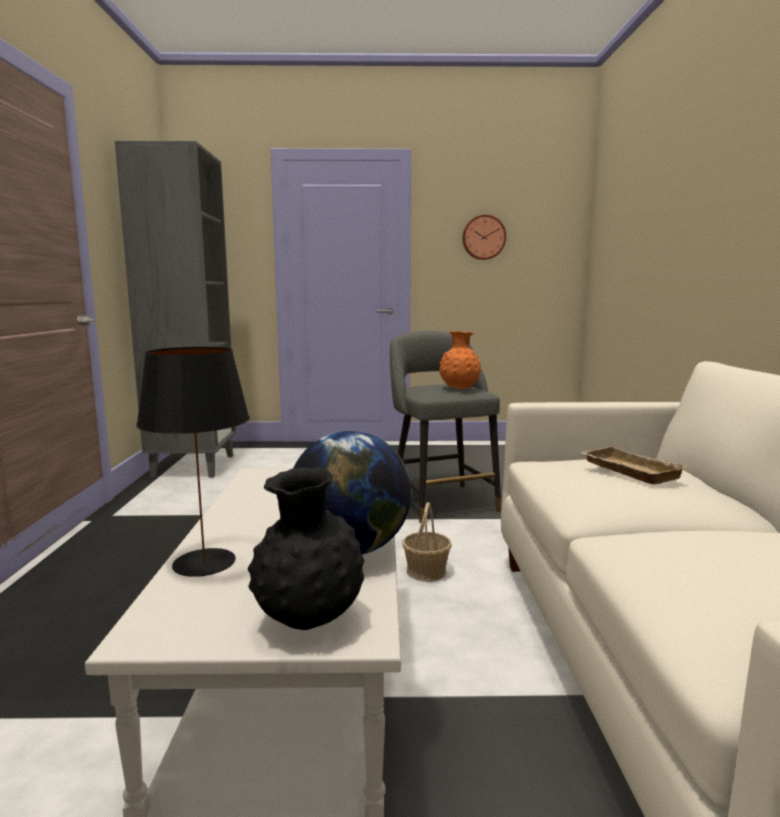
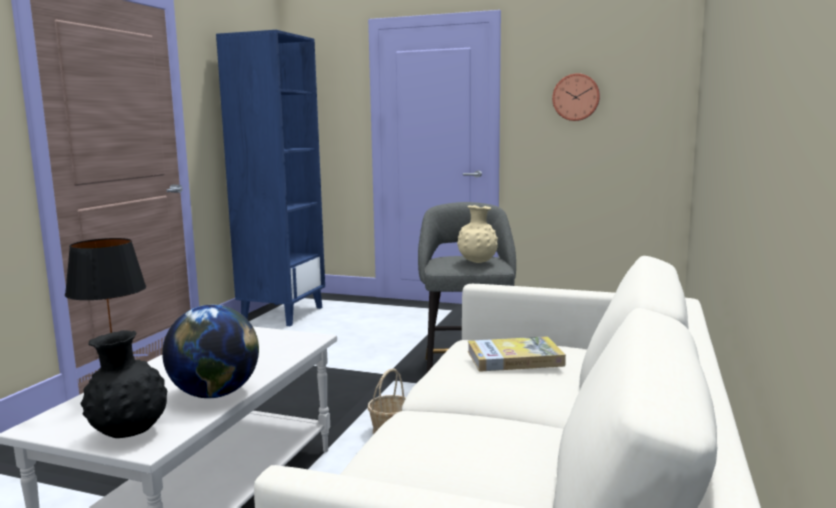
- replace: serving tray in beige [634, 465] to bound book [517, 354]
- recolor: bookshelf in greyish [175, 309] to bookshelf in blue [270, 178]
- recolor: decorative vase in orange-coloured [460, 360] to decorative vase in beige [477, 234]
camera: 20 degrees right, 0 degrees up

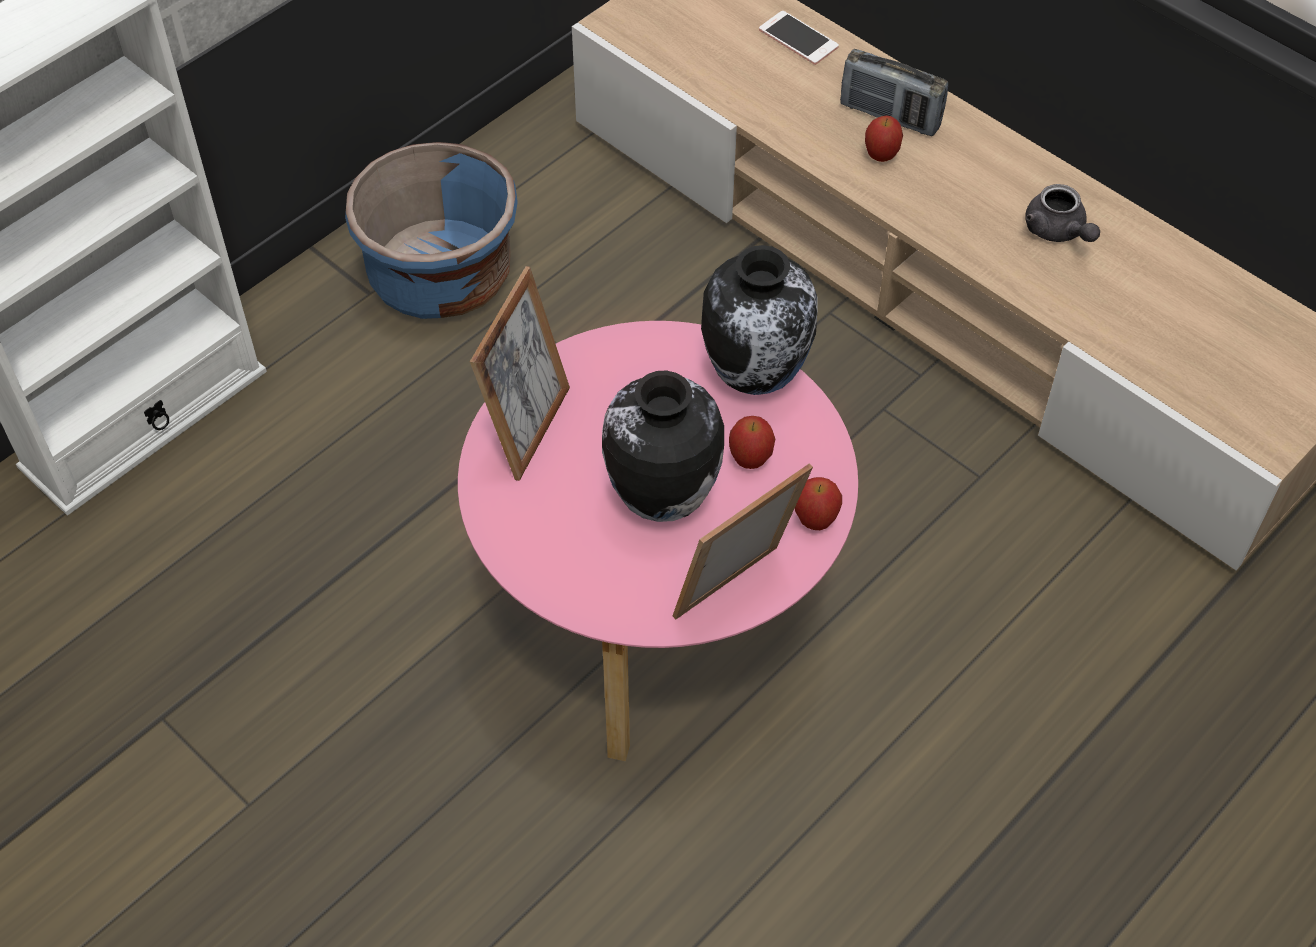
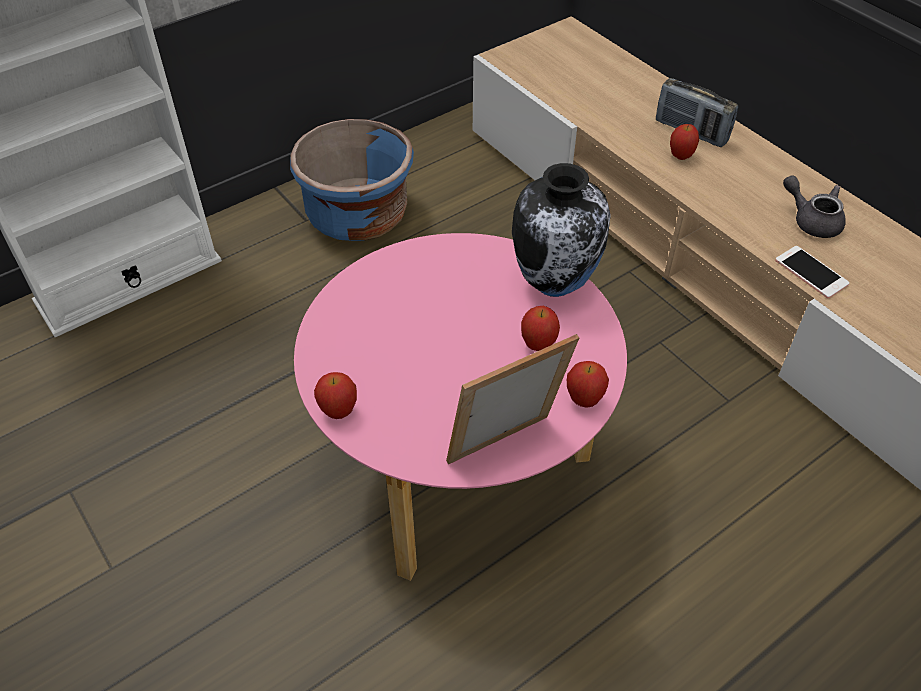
- delete: picture frame [520, 373]
- delete: decorative vase [663, 446]
- insert: apple [335, 395]
- move: telephone [799, 38] to [812, 272]
- rotate: tea pot in greyish [1062, 213] = [814, 206] 150 degrees clockwise
camera: 10 degrees right, 5 degrees down

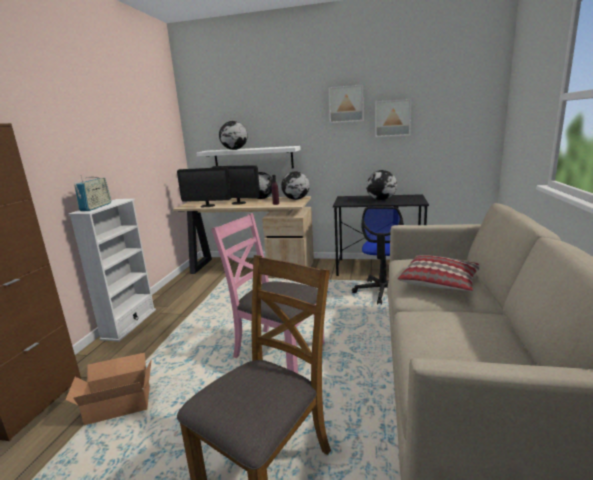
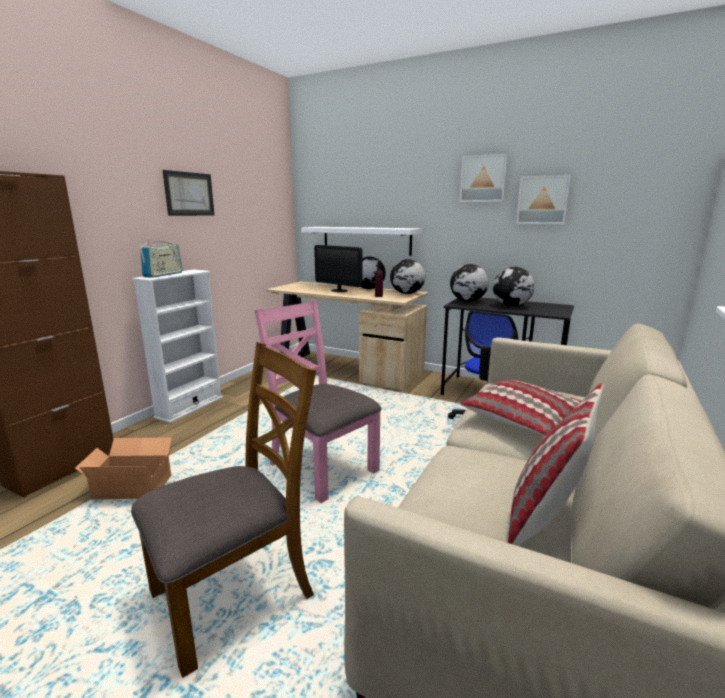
- delete: monitor [204, 187]
- insert: wall art [188, 193]
- insert: pillow [556, 464]
- move: desk globe [233, 135] to [469, 283]
camera: 15 degrees right, 0 degrees up

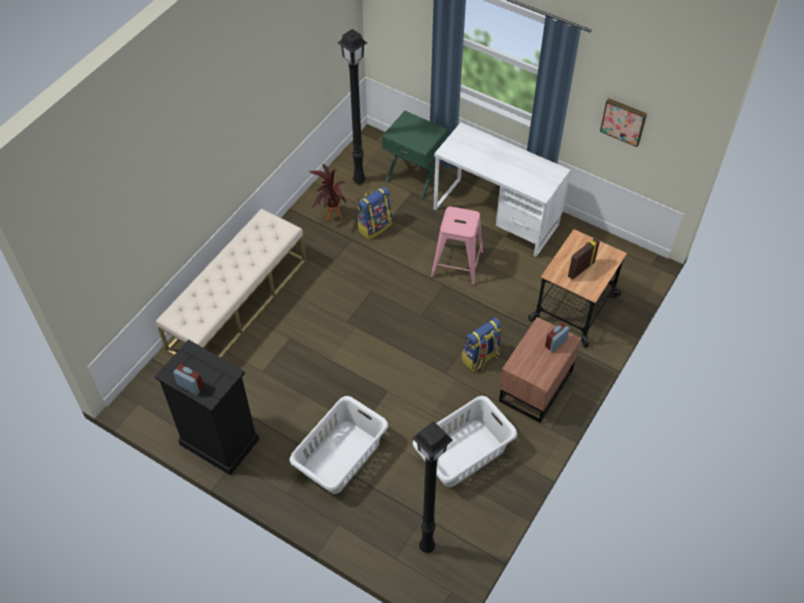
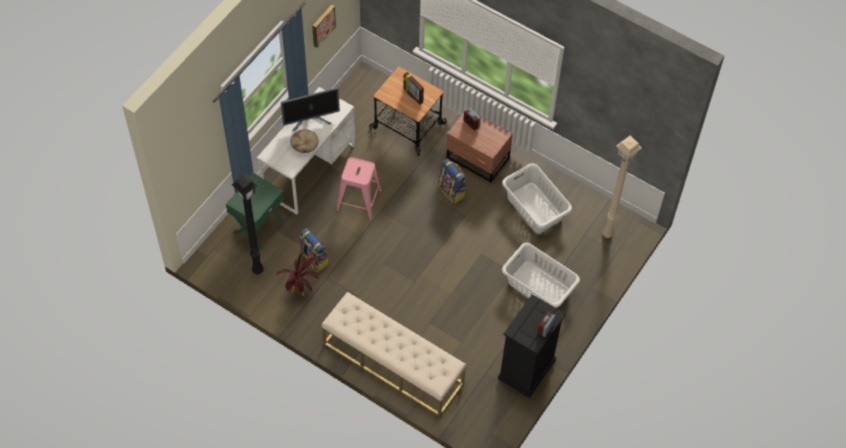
- insert: monitor [310, 109]
- insert: bowl in beige [304, 141]
- recolor: standing lamp in black [432, 487] to standing lamp in beige [621, 187]
camera: 90 degrees left, 5 degrees up

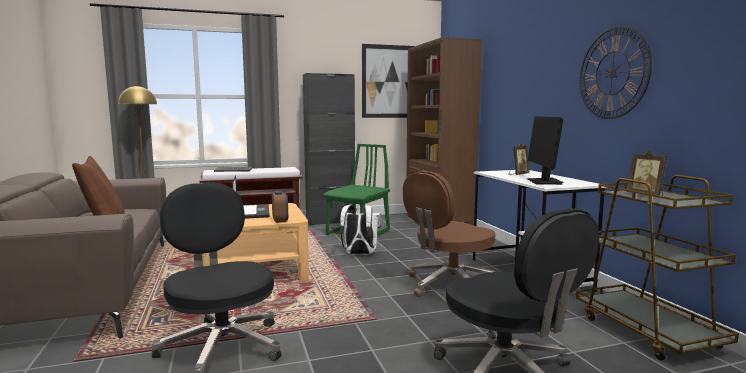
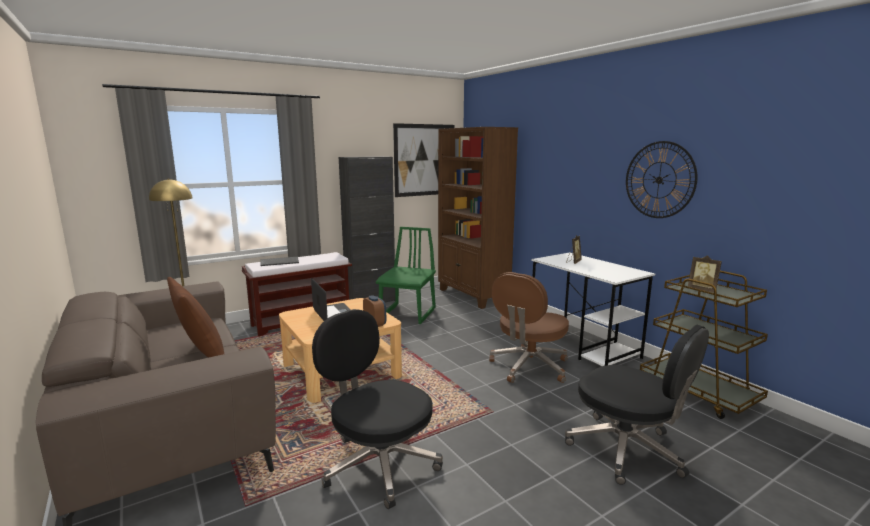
- delete: knapsack in white-coloured [360, 229]
- delete: monitor [545, 150]
camera: 15 degrees left, 5 degrees up

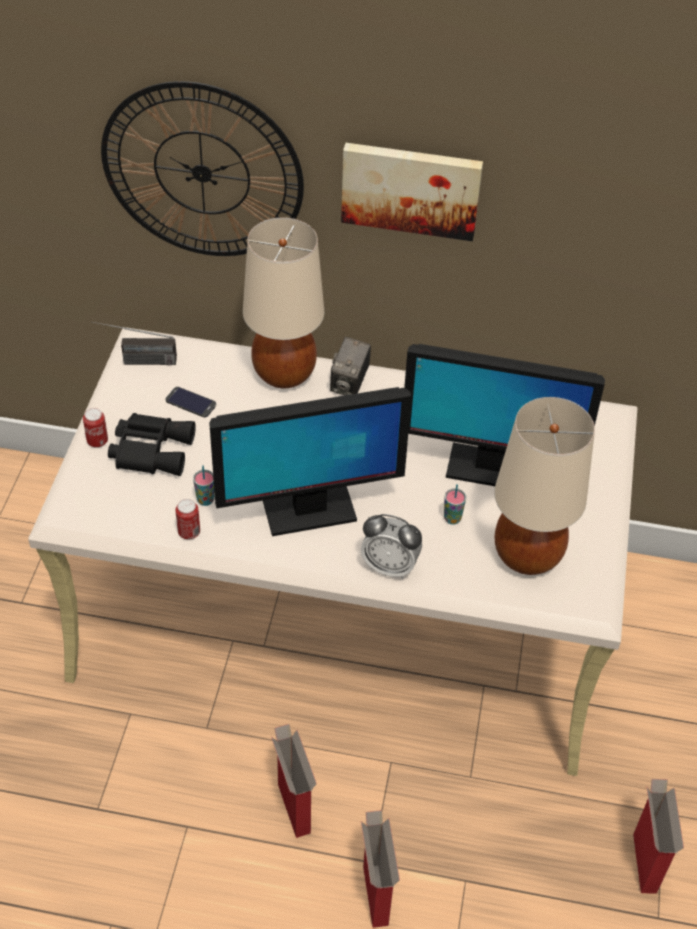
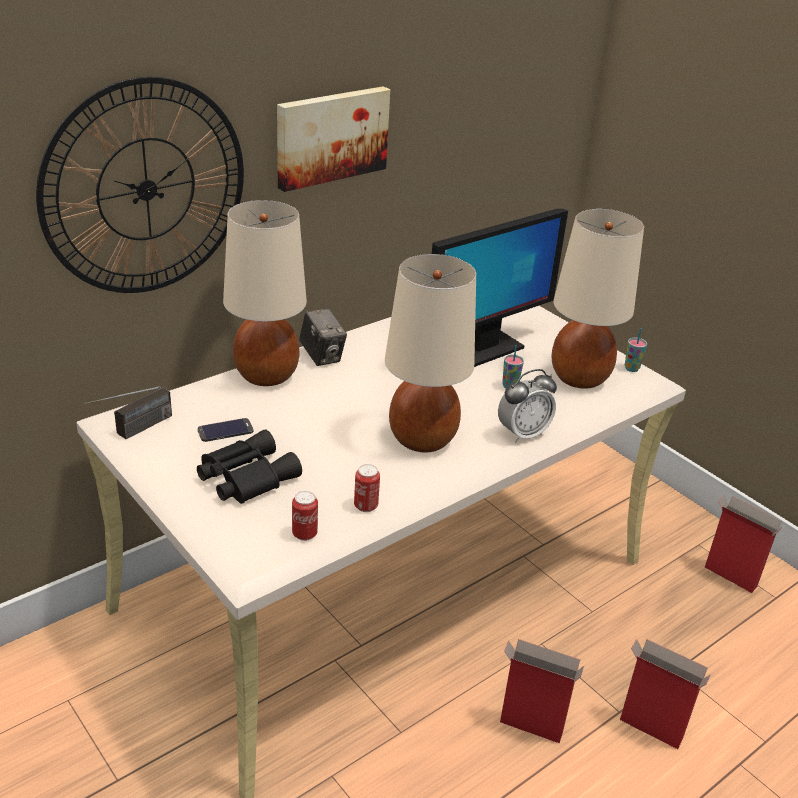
- move: can [95, 428] to [305, 516]
- move: cup [204, 485] to [636, 350]
- replace: monitor [310, 461] to lamp for a table in beige [430, 353]
camera: 50 degrees left, 15 degrees down

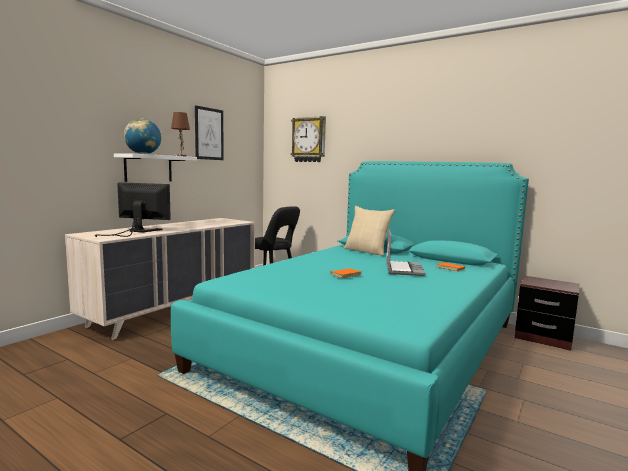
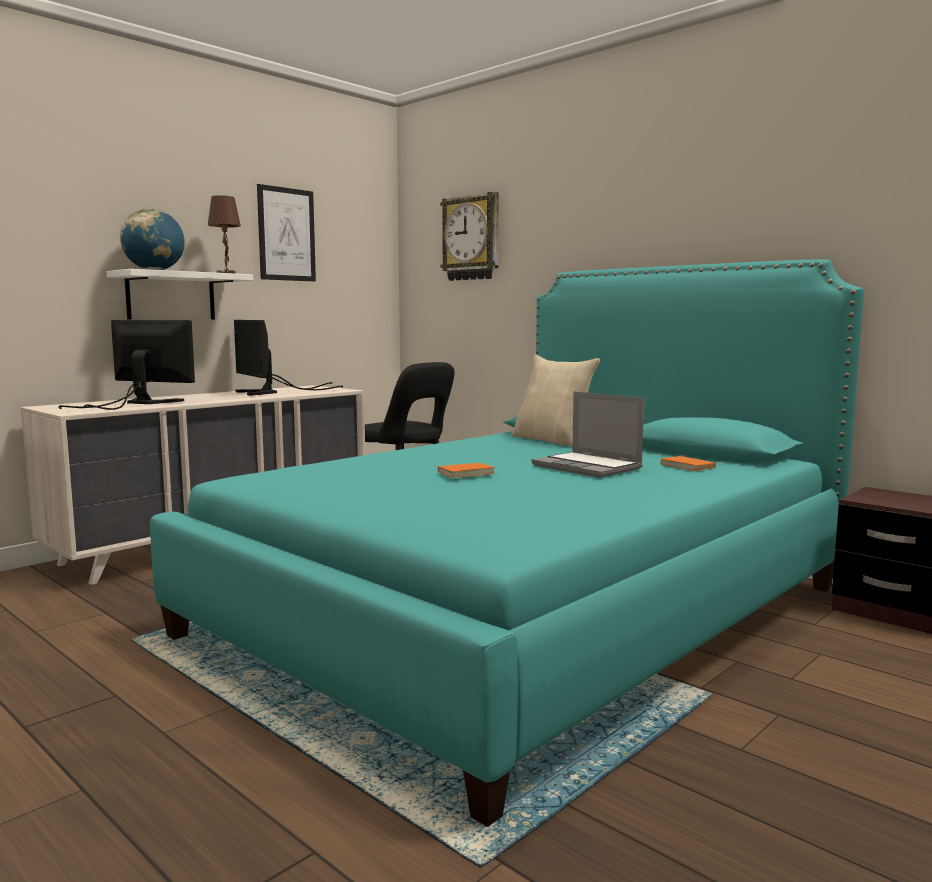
- insert: monitor [288, 358]
- rotate: notebook computer [406, 252] = [588, 434] 120 degrees clockwise
camera: 10 degrees right, 0 degrees up

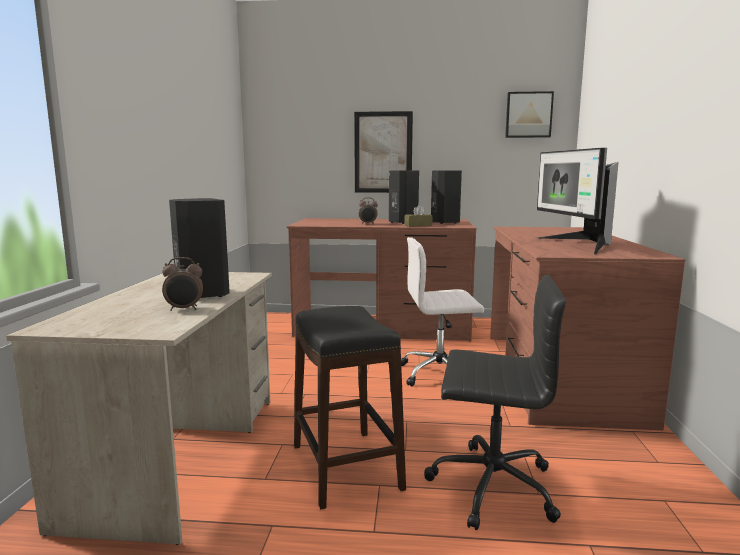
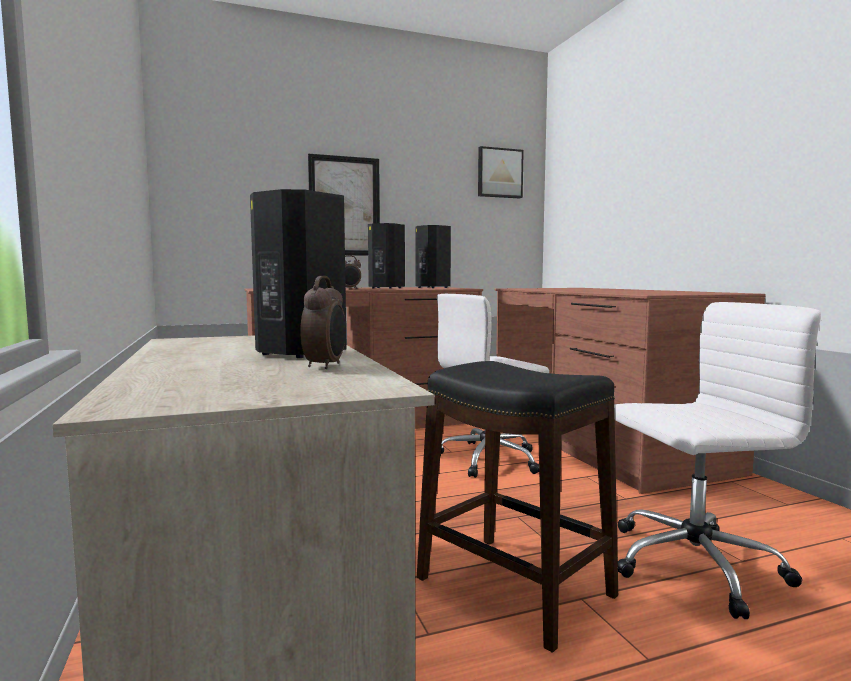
- delete: box of tissues in brown [418, 215]
- delete: monitor [578, 201]
- recolor: desk chair in black [495, 402] to desk chair in white-coloured [717, 460]
- rotate: bedside clock [182, 284] = [323, 322] 45 degrees counterclockwise
camera: 25 degrees left, 5 degrees down

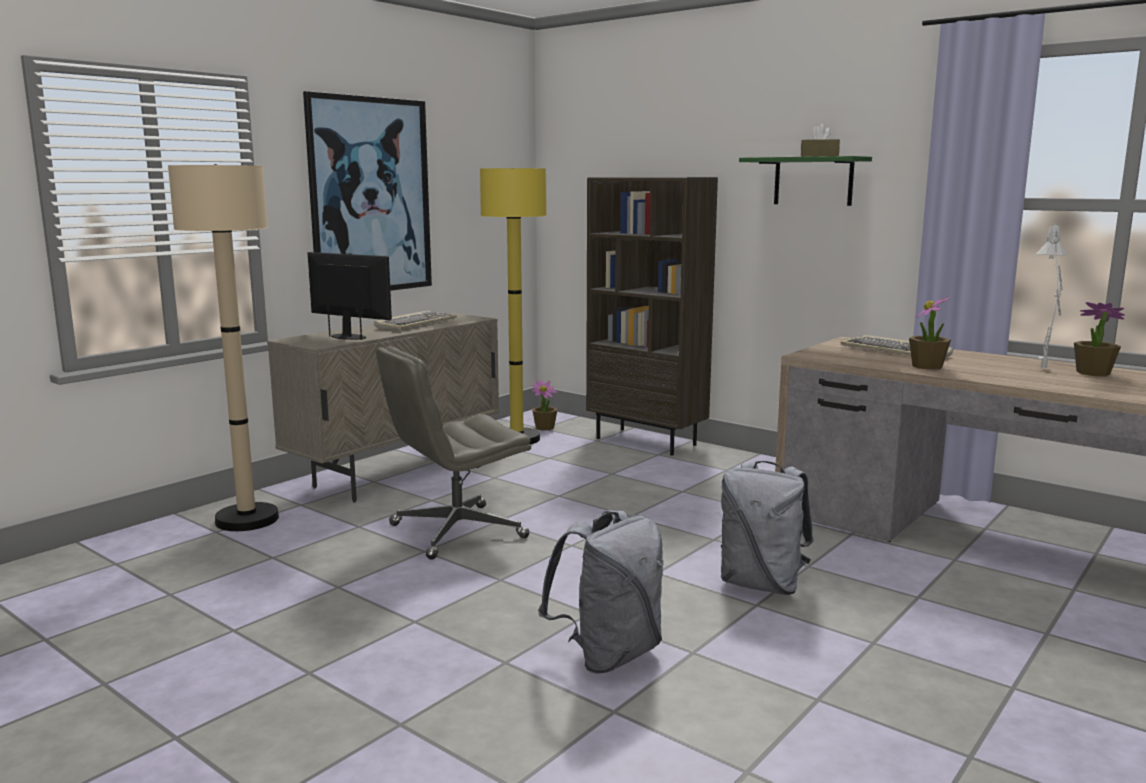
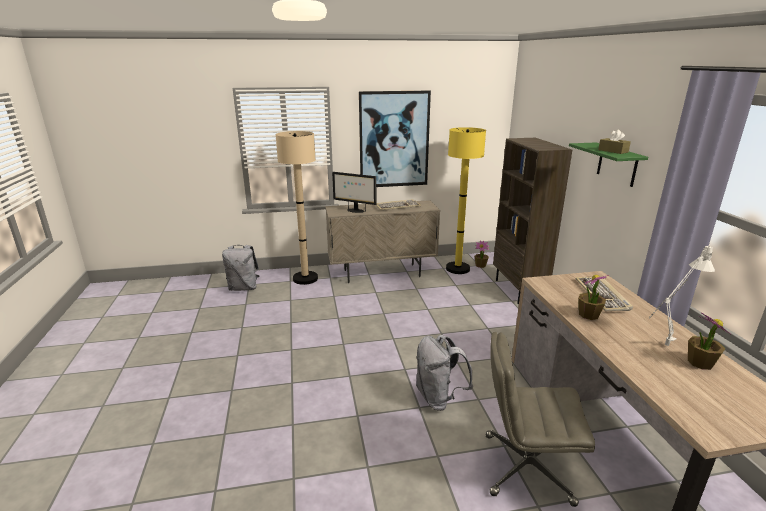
- move: desk chair in greyish [453, 453] to [540, 419]
- move: knapsack in greyish [601, 592] to [241, 268]
- rotate: monitor [350, 296] = [354, 192] 135 degrees clockwise
camera: 40 degrees right, 10 degrees up

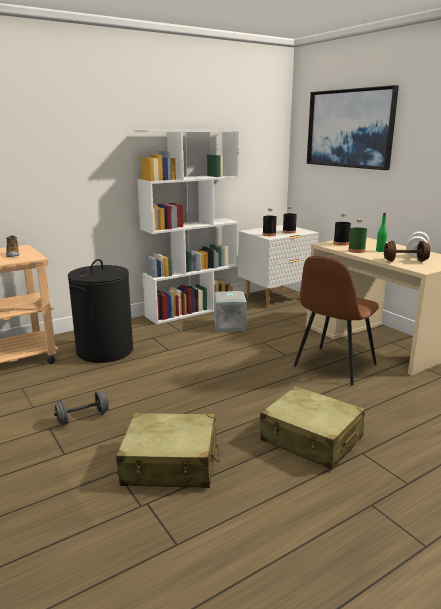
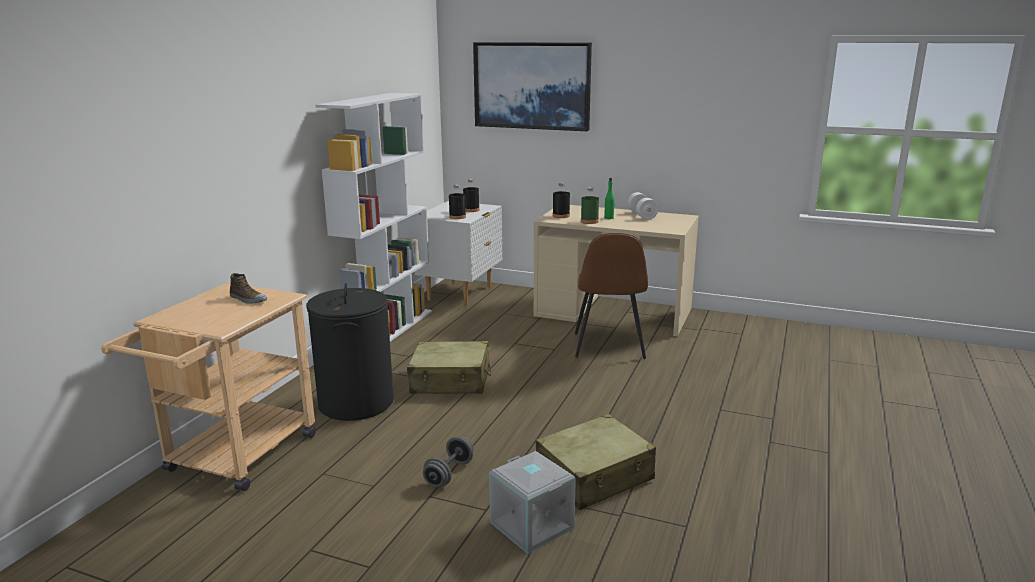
- delete: hand weight in brown [407, 251]
- move: storage box in greyish [230, 311] to [532, 502]
- move: travel case in beige [312, 428] to [449, 367]
camera: 35 degrees left, 0 degrees up

